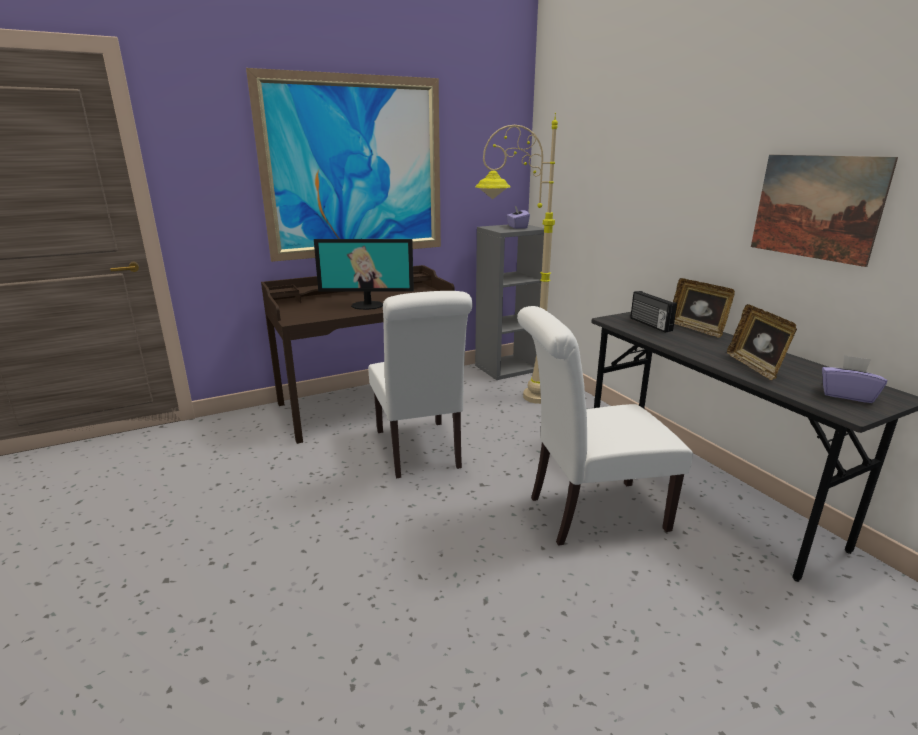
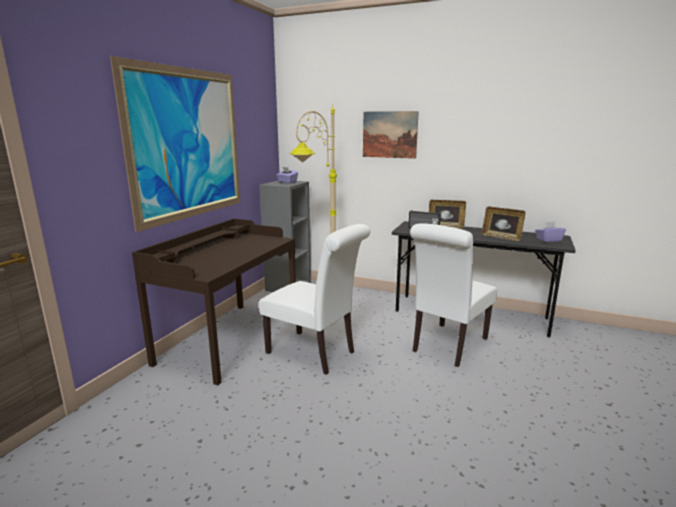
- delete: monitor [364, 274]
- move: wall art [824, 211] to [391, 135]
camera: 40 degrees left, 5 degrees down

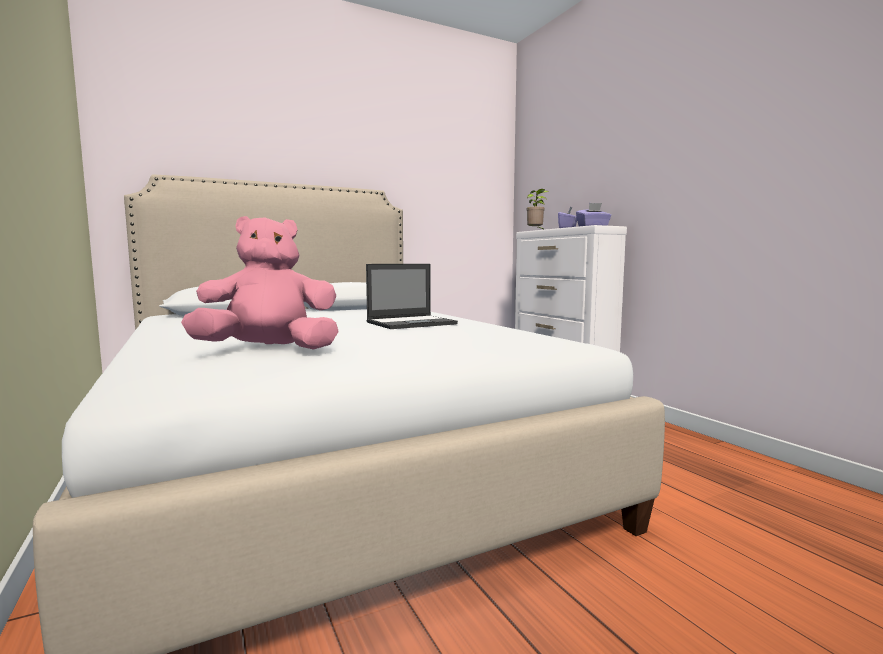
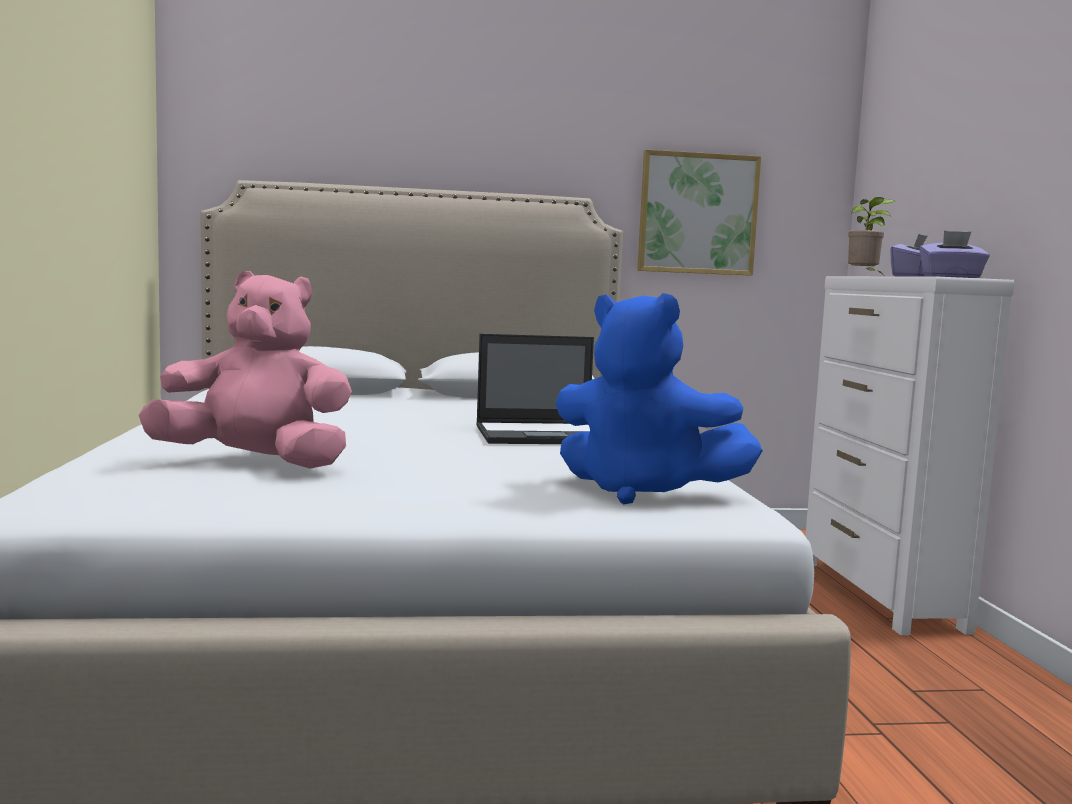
- insert: plush toy in blue [659, 398]
- insert: wall art [699, 213]
camera: 20 degrees right, 0 degrees up

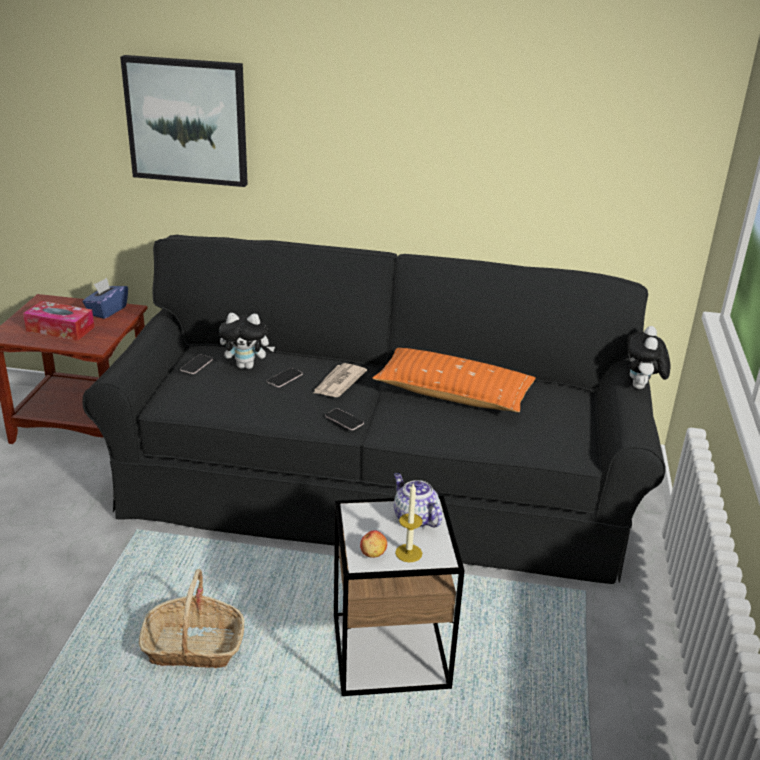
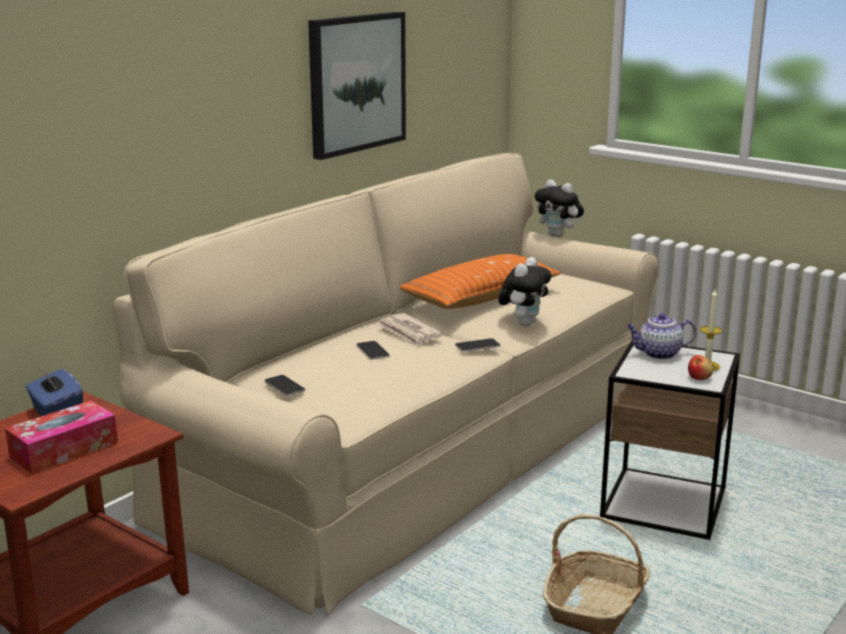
- move: wall art [184, 121] to [357, 86]
- move: plush toy [247, 341] to [525, 291]
- recolor: settee in black [374, 409] to settee in beige [386, 384]
camera: 60 degrees left, 10 degrees down

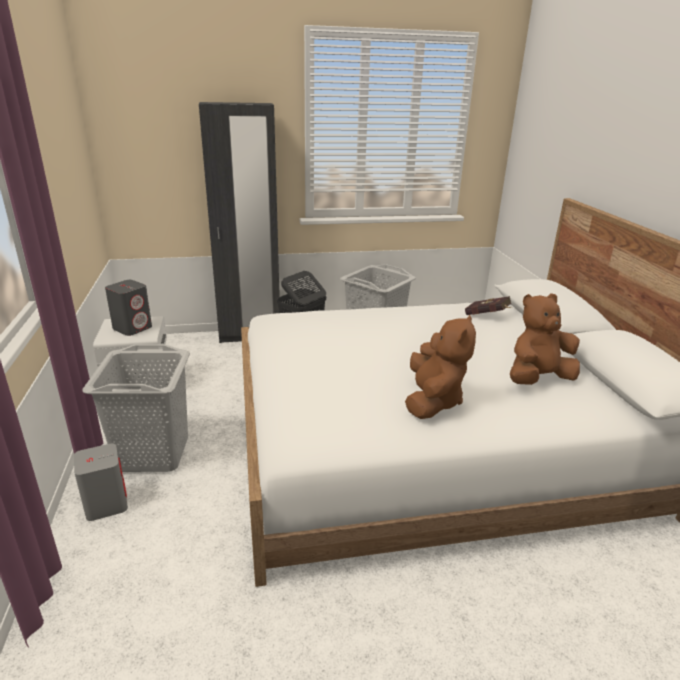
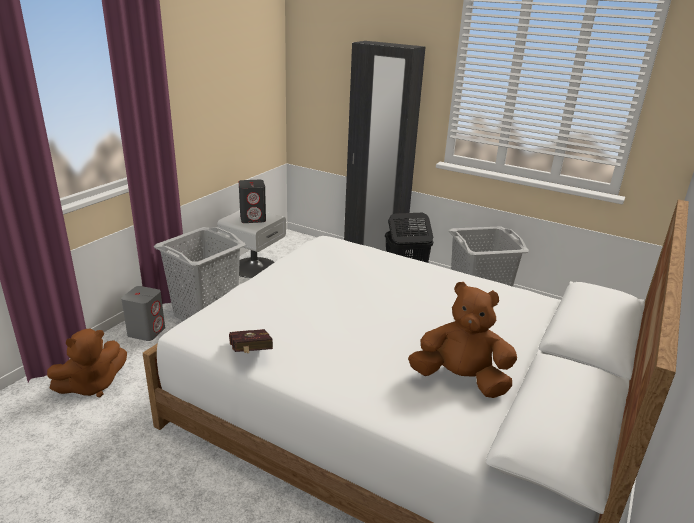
- move: plush toy in brown [440, 366] to [87, 362]
- move: bound book in red-coloured [488, 305] to [251, 341]
camera: 40 degrees right, 0 degrees up

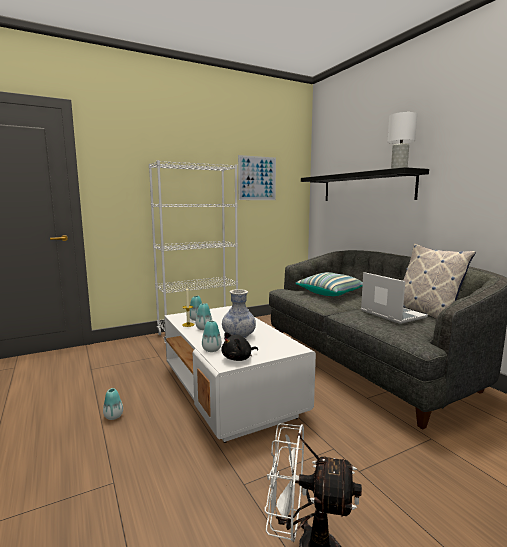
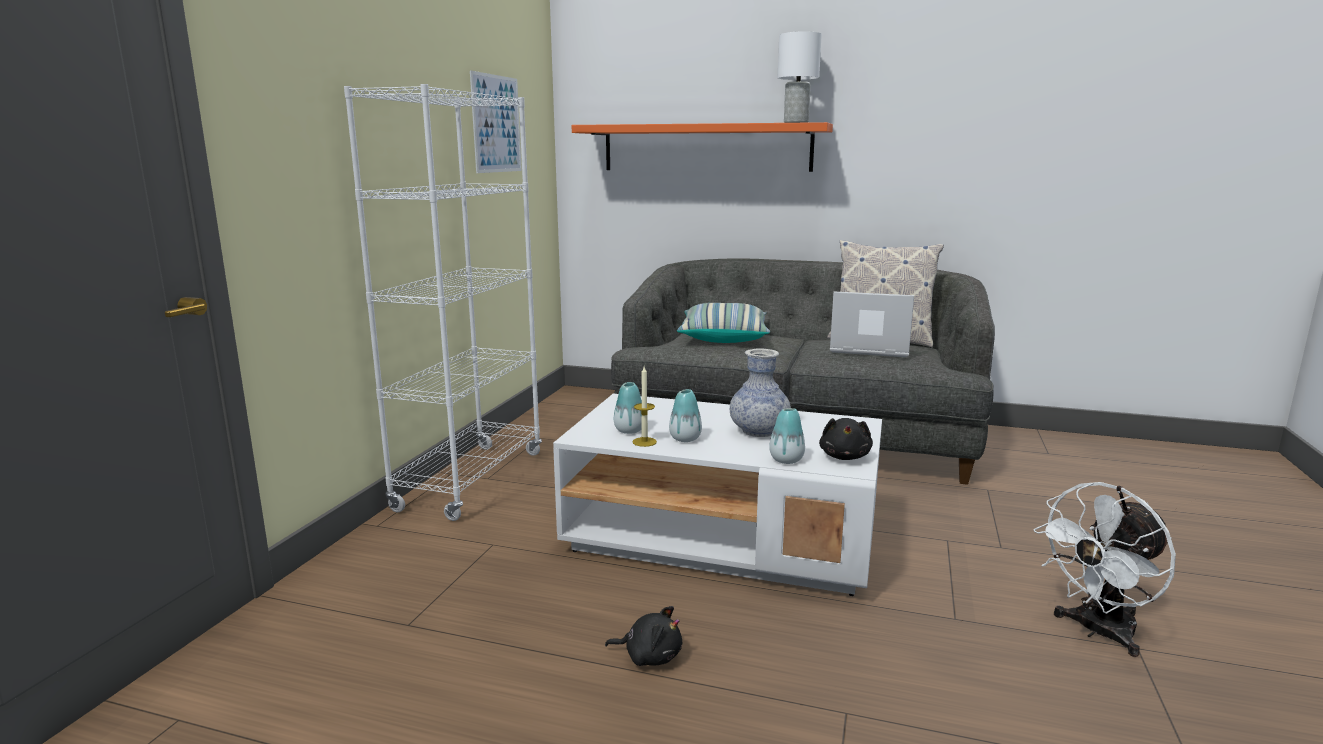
- replace: decorative vase [113, 404] to plush toy in black [643, 636]
- recolor: shelf in black [365, 184] to shelf in orange-coloured [702, 147]
camera: 45 degrees left, 5 degrees up

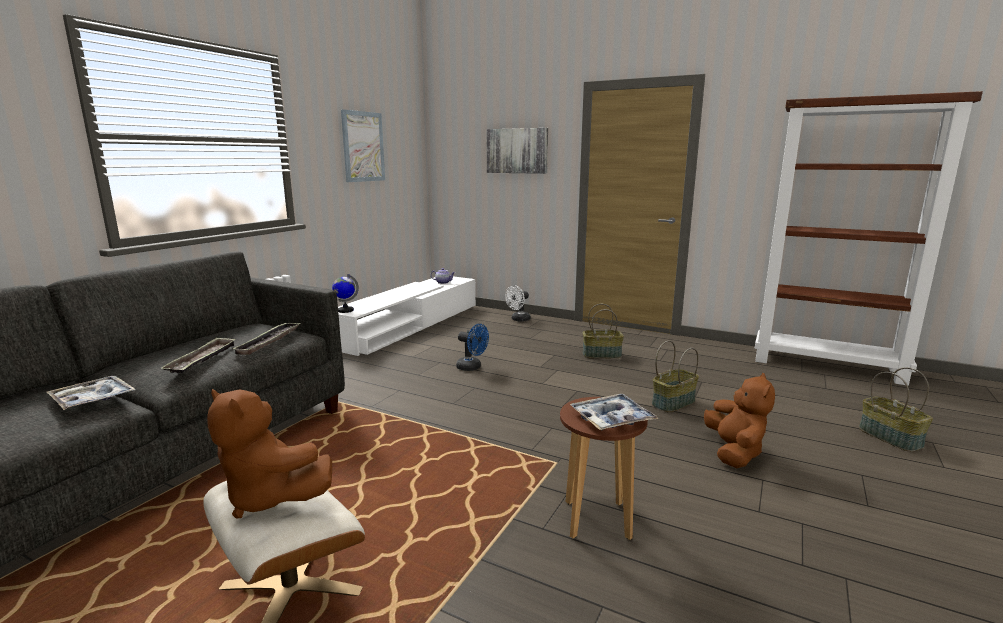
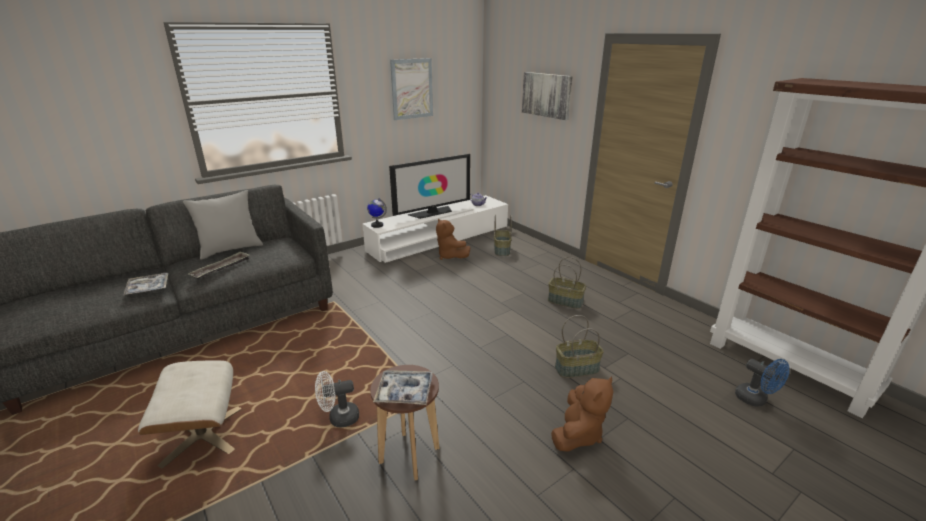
- delete: serving tray [267, 339]
- insert: pillow in greyish [223, 225]
- insert: television [429, 186]
- move: plush toy in brown [269, 454] to [453, 239]
- move: electric fan in blue [472, 347] to [762, 382]
- move: electric fan in white-coloured [518, 303] to [337, 399]
- move: basket [896, 409] to [503, 235]
camera: 25 degrees right, 10 degrees up

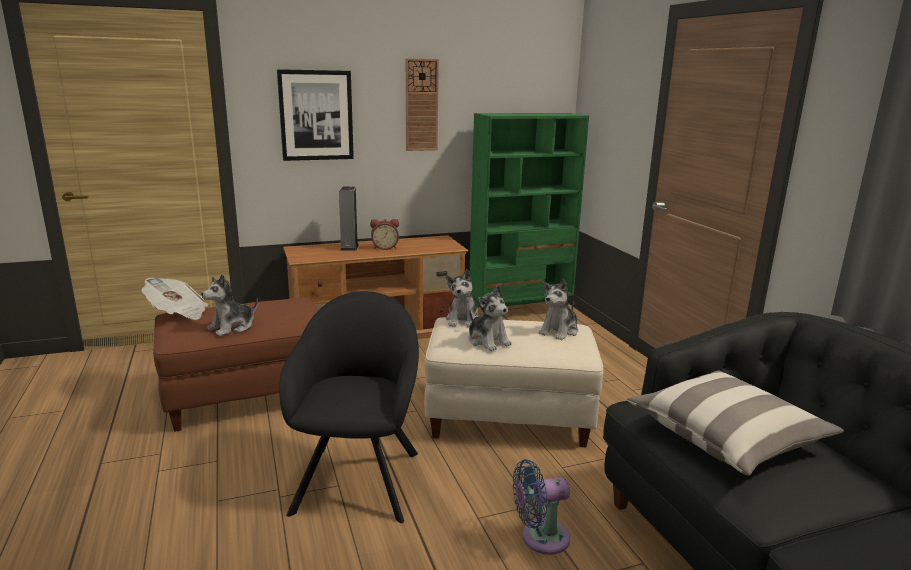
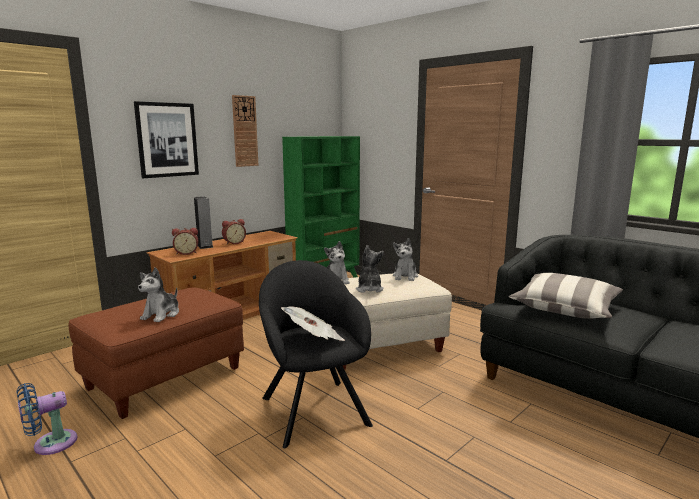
- insert: bedside clock [185, 241]
- move: newspaper [174, 298] to [313, 323]
- move: electric fan in blue [541, 507] to [47, 419]
- rotate: plush toy [490, 318] = [370, 269] 120 degrees counterclockwise
camera: 25 degrees left, 5 degrees down

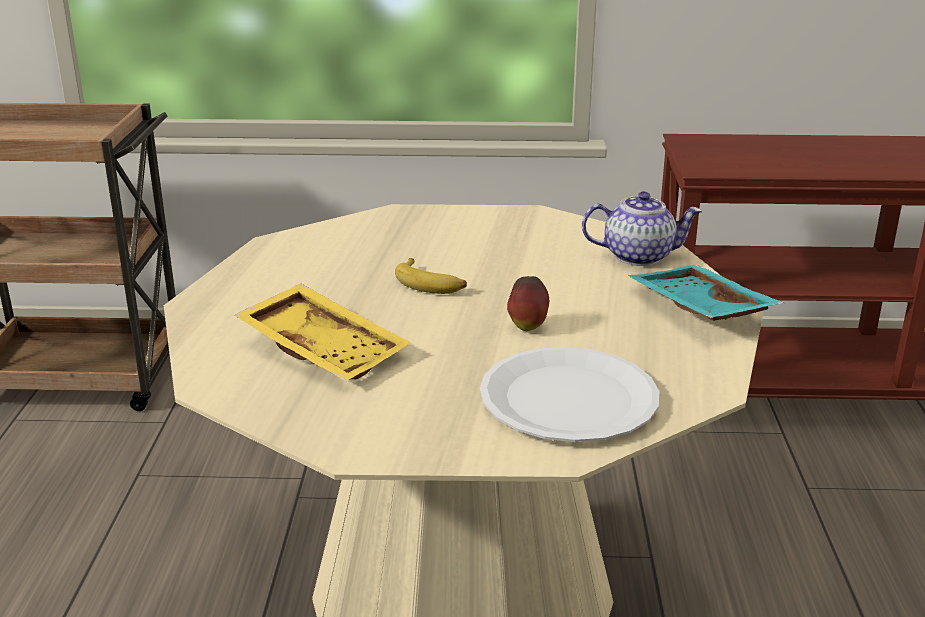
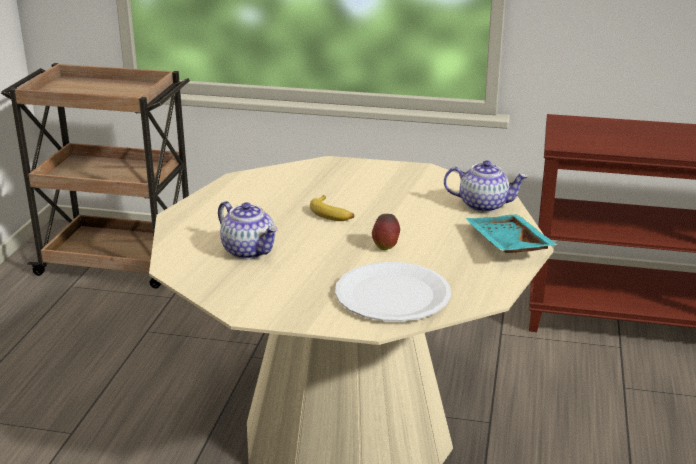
- replace: serving tray in yellow [322, 333] to tea pot [248, 230]
camera: 10 degrees right, 0 degrees up

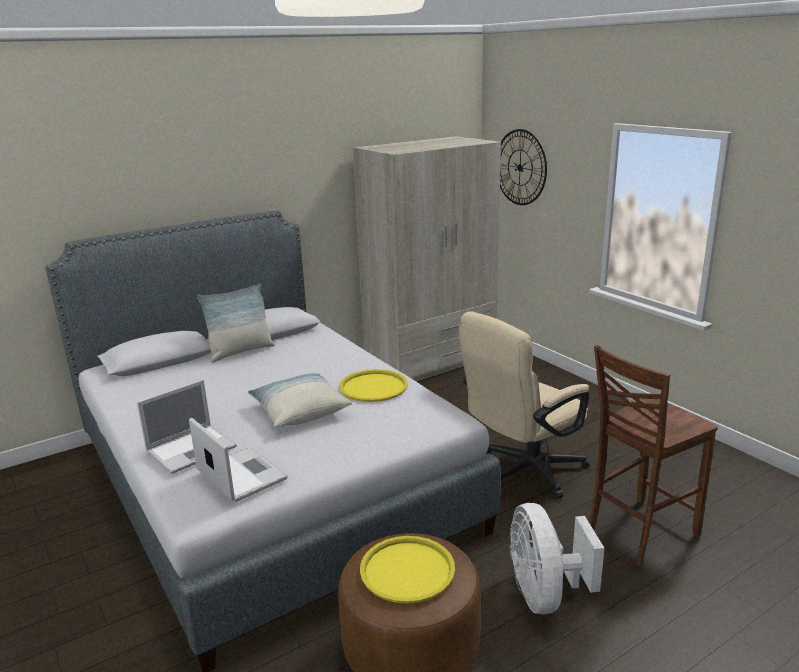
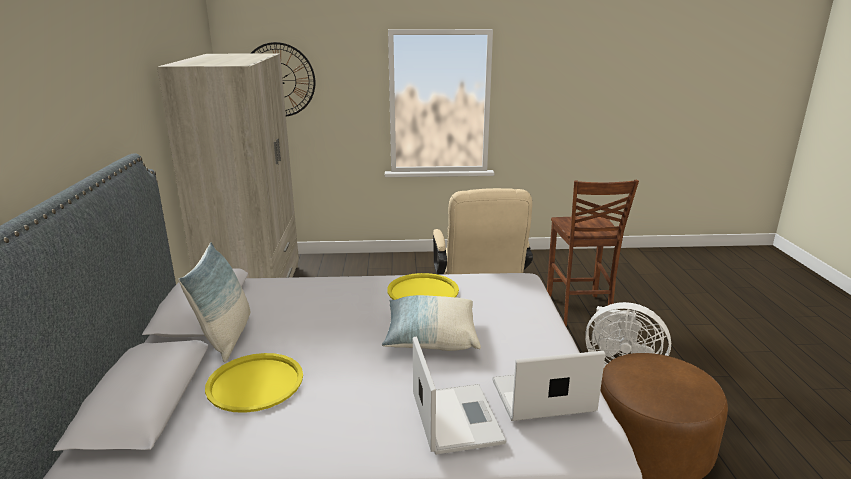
- move: serving tray in yellow [407, 570] to [254, 383]
camera: 60 degrees left, 0 degrees up

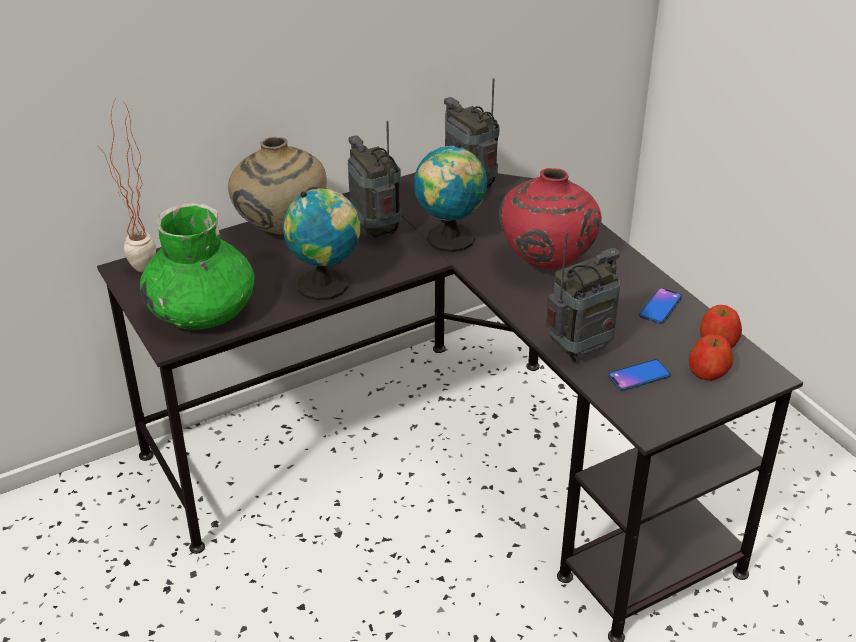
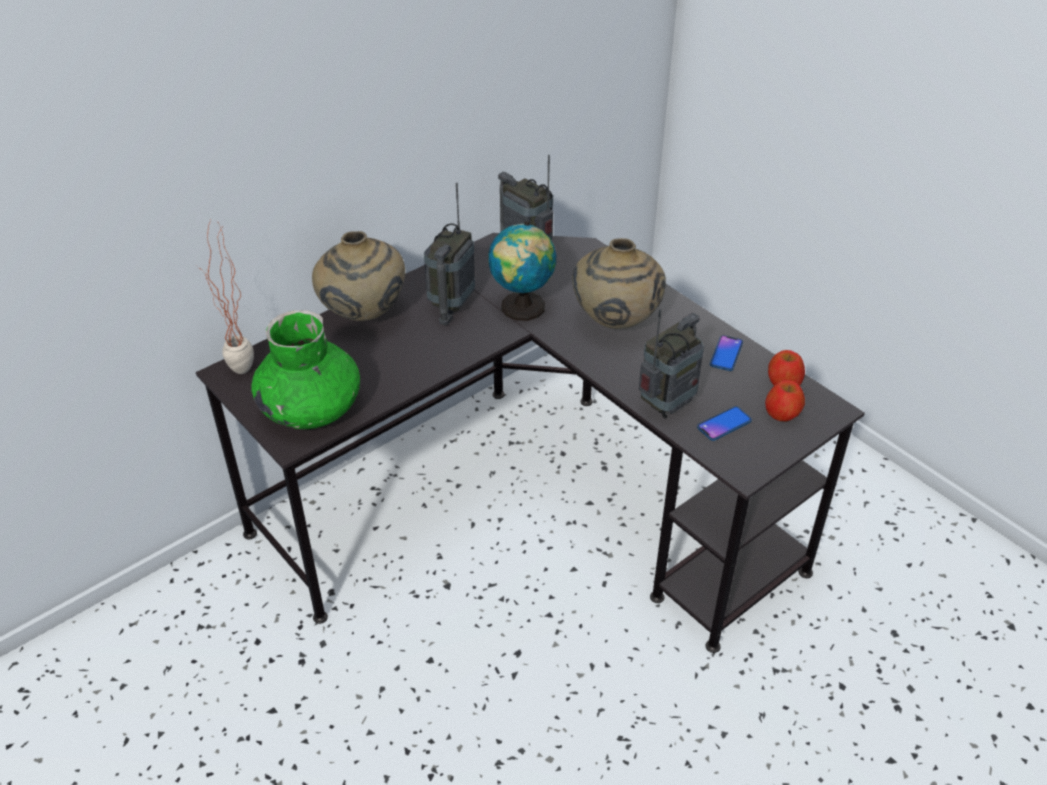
- delete: desk globe [322, 244]
- recolor: decorative vase in red-coloured [550, 218] to decorative vase in beige [619, 283]
- rotate: radio [375, 179] = [449, 253] 120 degrees counterclockwise
camera: 10 degrees left, 5 degrees up

